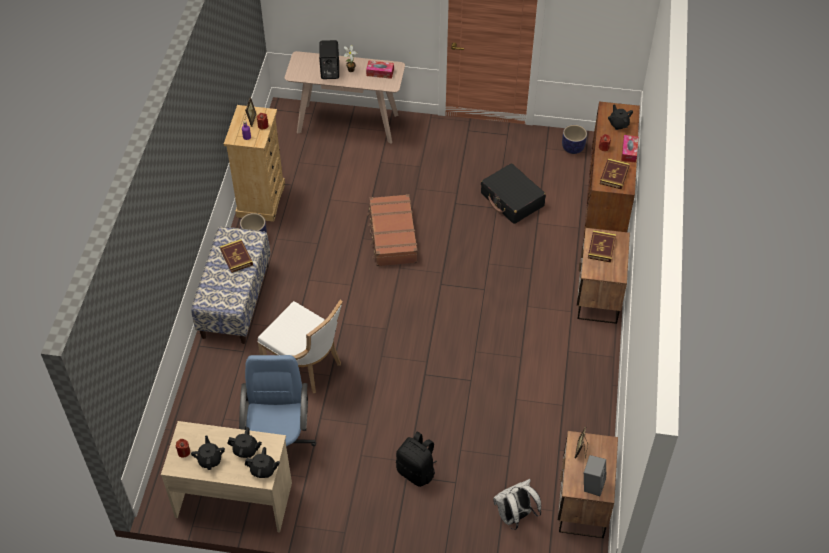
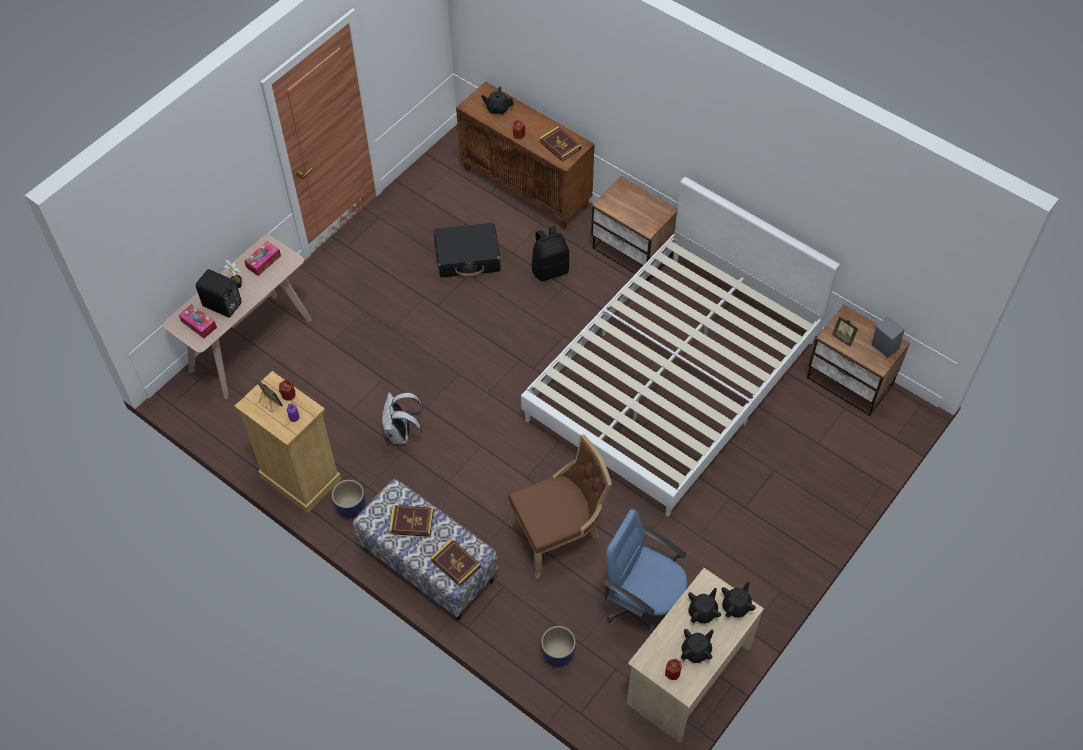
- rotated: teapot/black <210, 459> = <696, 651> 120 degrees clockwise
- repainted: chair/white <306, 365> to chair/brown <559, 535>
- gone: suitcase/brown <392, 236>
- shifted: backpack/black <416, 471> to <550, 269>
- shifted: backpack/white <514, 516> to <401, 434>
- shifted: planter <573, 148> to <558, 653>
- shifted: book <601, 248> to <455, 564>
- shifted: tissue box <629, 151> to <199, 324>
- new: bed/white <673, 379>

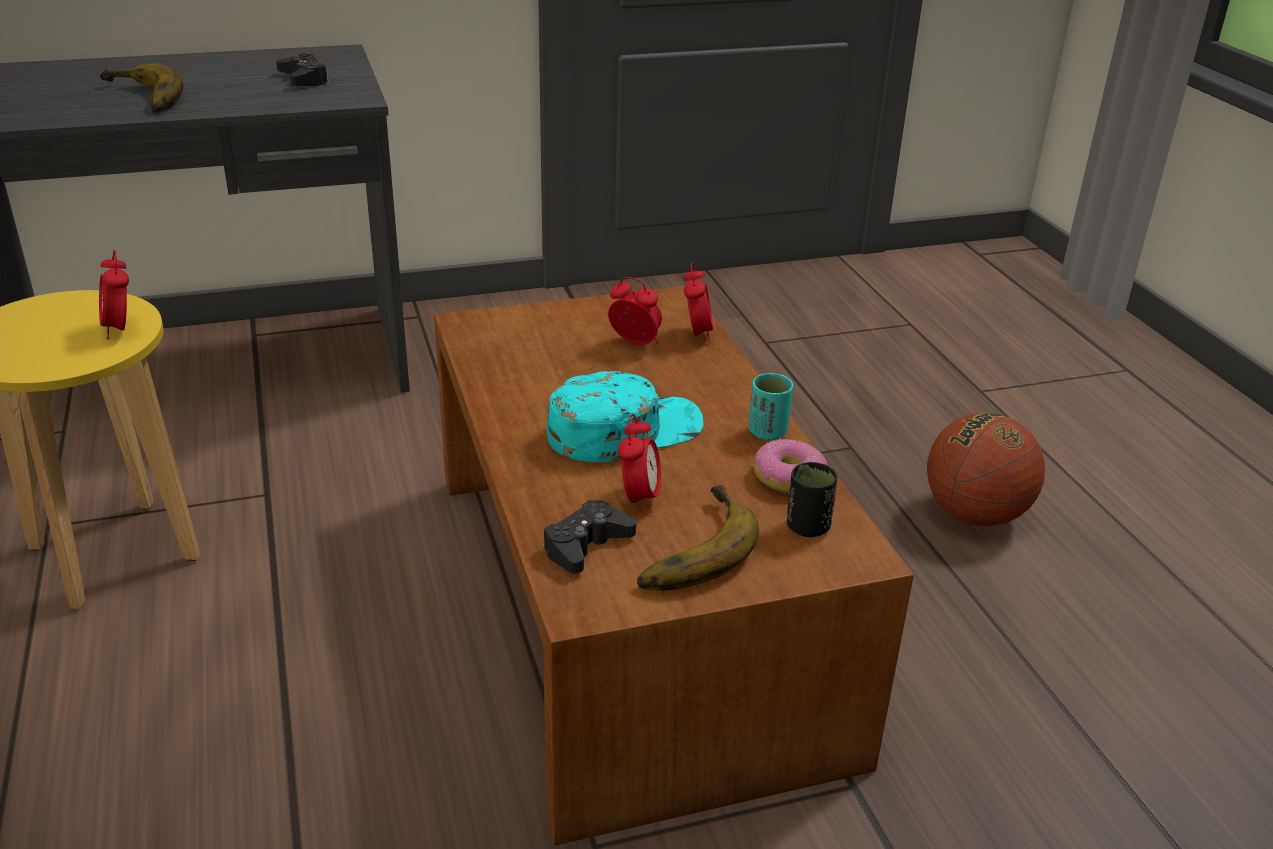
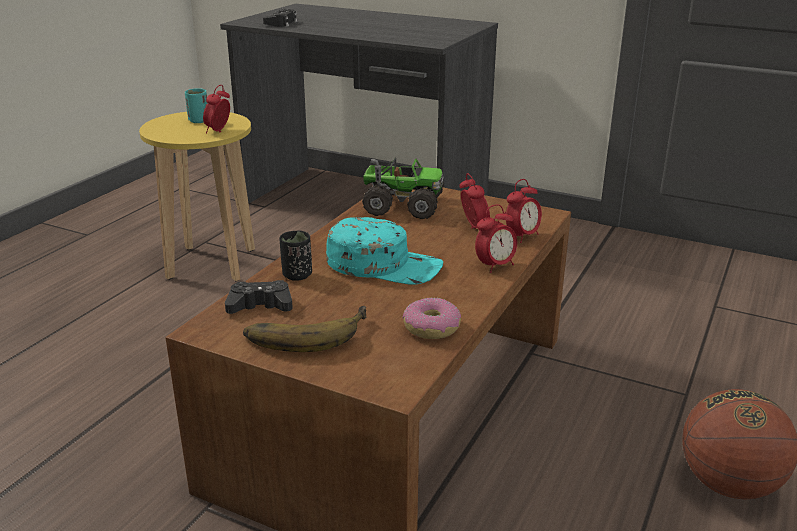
- gone: banana <139, 98>
- shifted: game controller/black <304, 79> to <281, 23>
- shifted: alarm clock <639, 499> to <495, 266>
- shifted: cup/turquoise <767, 432> to <198, 121>
- shifted: cup/black <807, 527> to <297, 275>
- new: toy truck <402, 205>

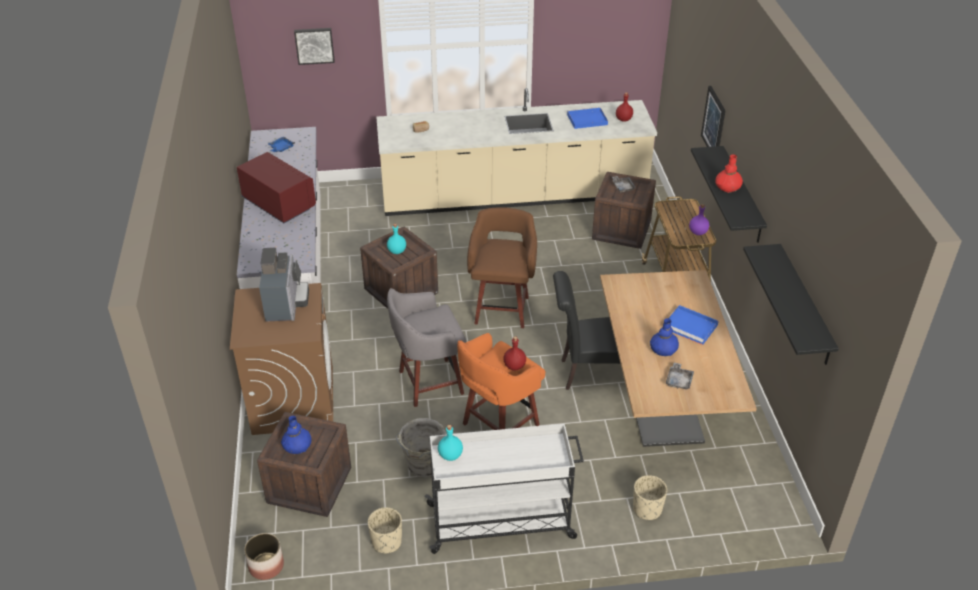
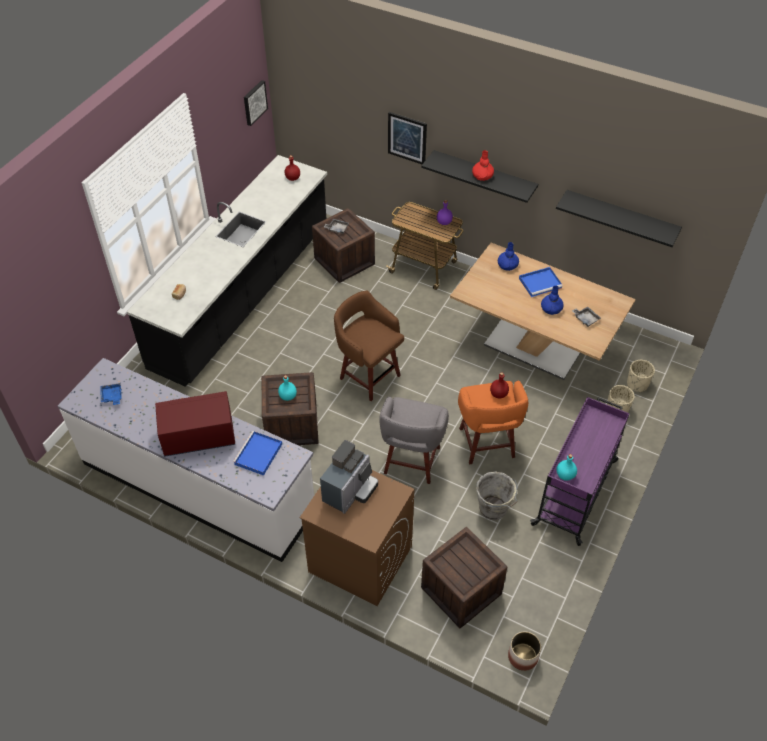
- rotated: coffee machine <286, 304> = <350, 491> 90 degrees clockwise
- shifted: vase/blue <297, 446> to <507, 265>
- shifted: picture <314, 45> to <254, 102>
- shifted: planter/beige <386, 542> to <637, 384>
- repainted: counter/beige <513, 196> to counter/black <243, 295>
- repainted: cart/white <502, 521> to cart/purple <576, 491>
- gone: chair/black <590, 373>
- shifted: tray/blue <586, 120> to <258, 455>

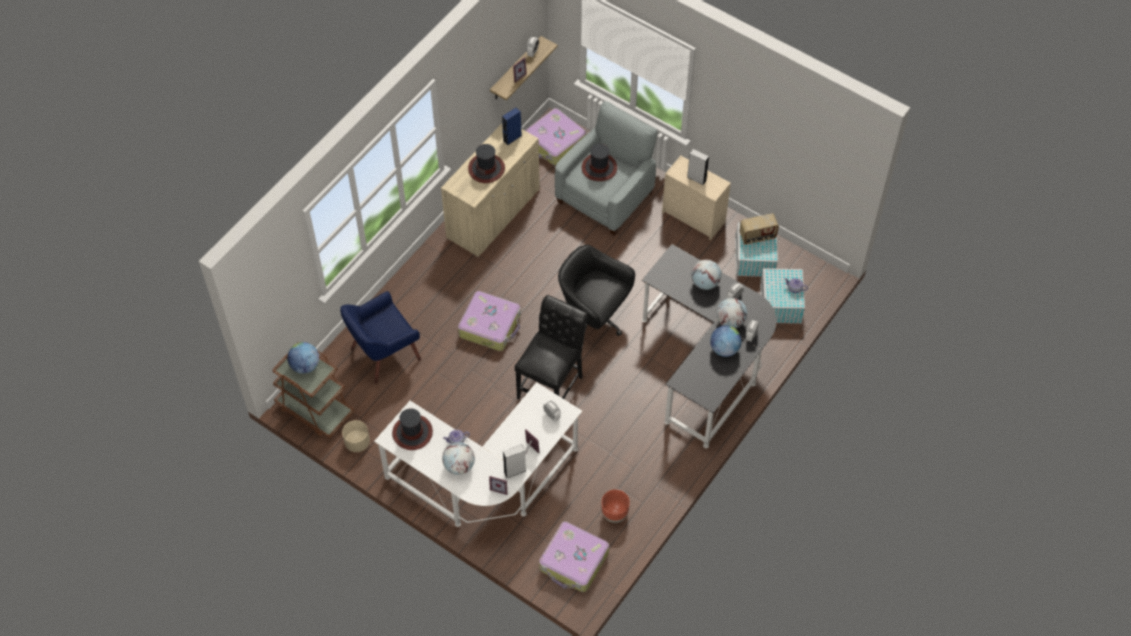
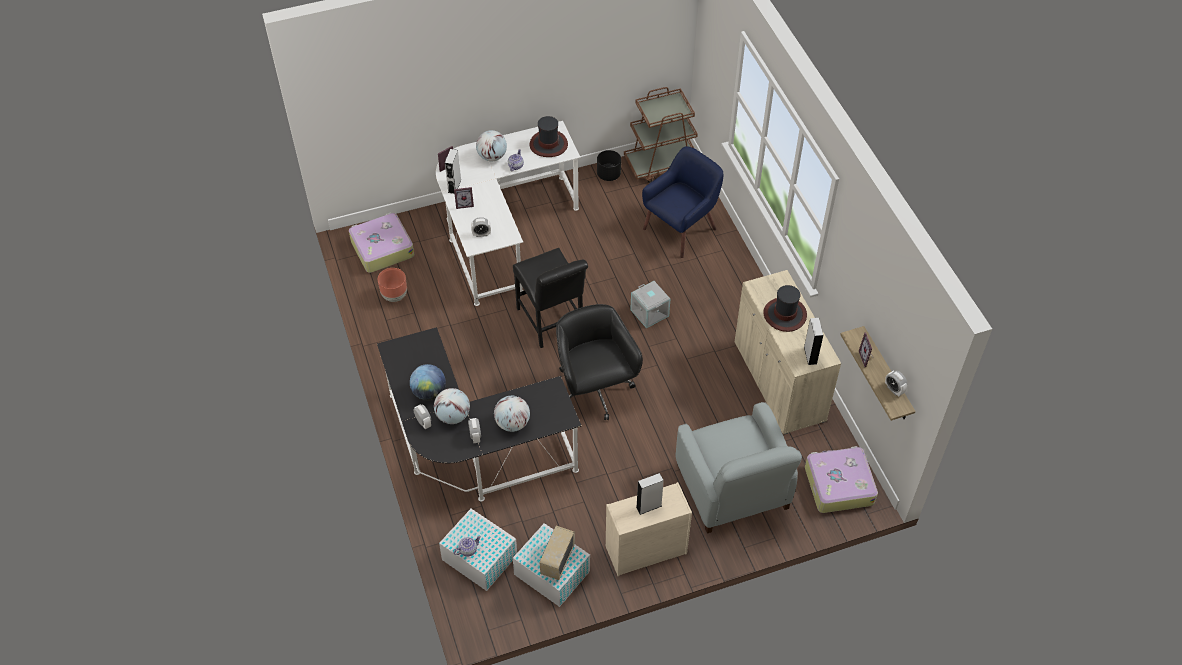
- gone: globe <305, 366>
- rotated: armchair/blue <384, 354> = <681, 229> 45 degrees clockwise
- repainted: planter/beige <357, 443> to planter/black <608, 174>
- swapped: suitcase <490, 325> to storage box/grey <650, 313>
- repainted: speaker/blue <512, 138> to speaker/grey <810, 355>
- rotated: office chair/black <593, 319> = <594, 391> 90 degrees counterclockwise
- gone: hat <599, 167>

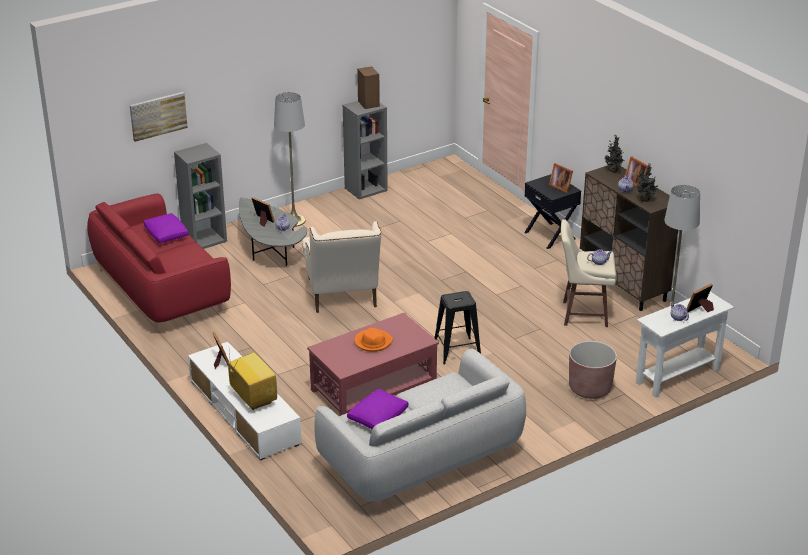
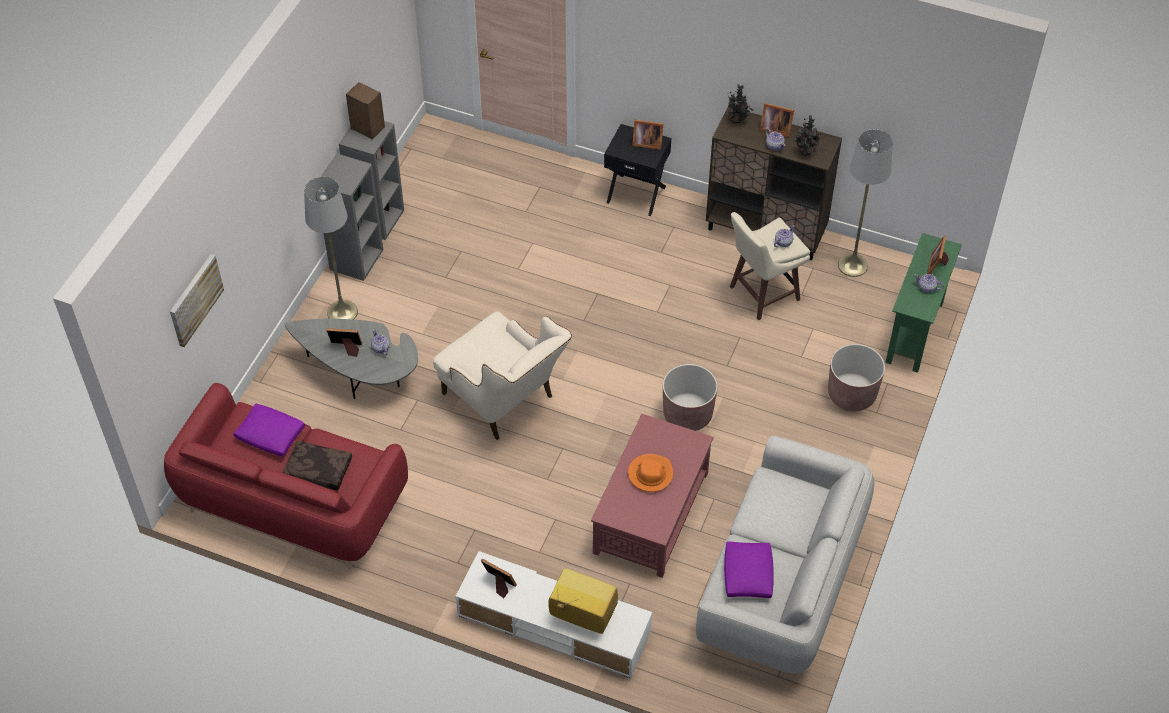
- shifted: bookcase/grey <204, 239> to <356, 259>
- swapped: stool/black <457, 351> to planter/brown <687, 414>
- repainted: console table/white <677, 376> to console table/green <914, 332>
- new: pillow/brown <317, 471>

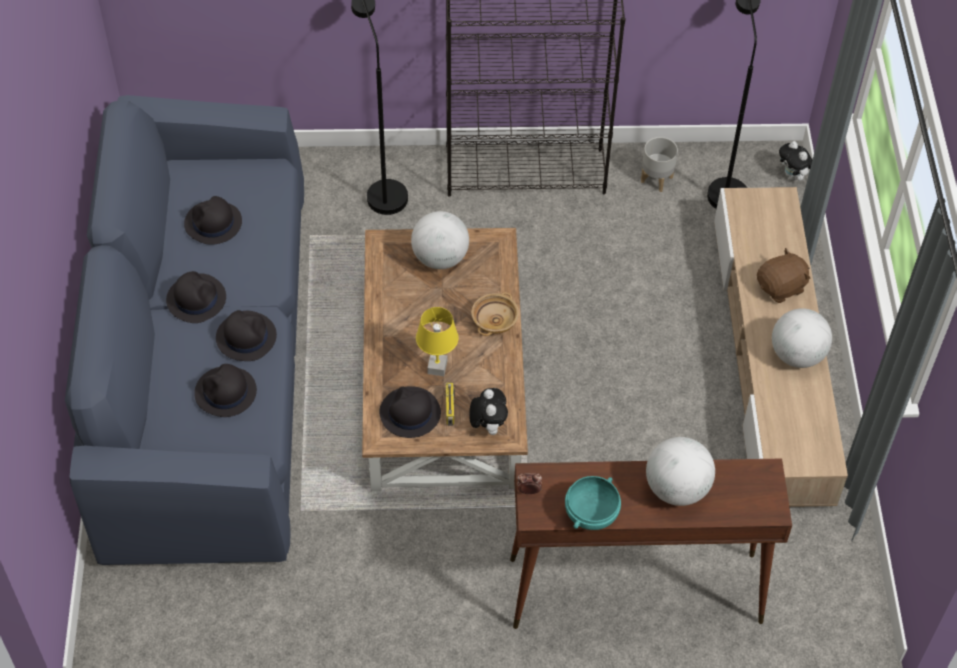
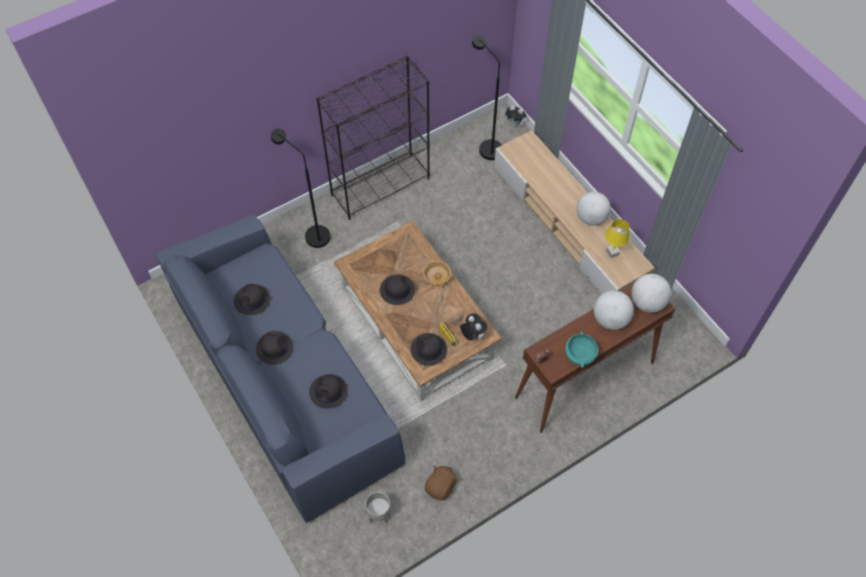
- shifted: hat/black <246, 336> to <397, 290>
- shifted: globe <440, 258> to <647, 303>
- shifted: table lamp/yellow <437, 367> to <612, 252>
- shifted: planter/grey <656, 179> to <378, 514>
- shifted: plush toy/brown <781, 287> to <441, 487>

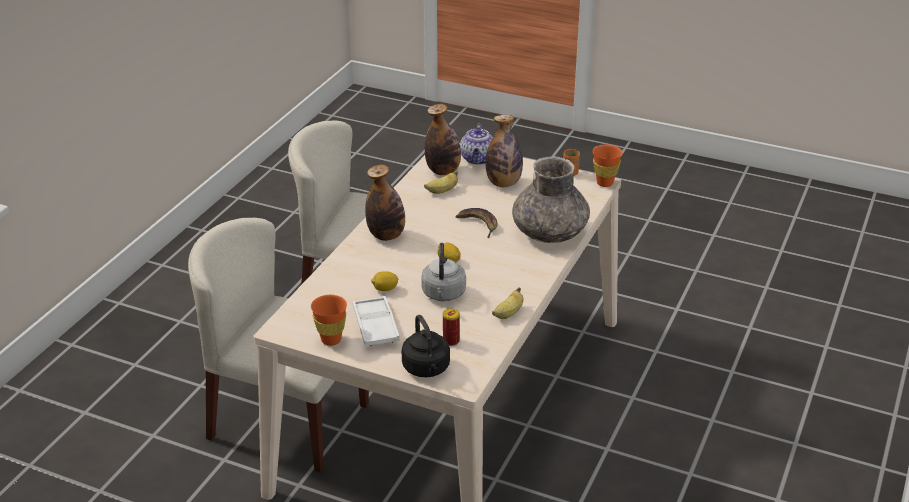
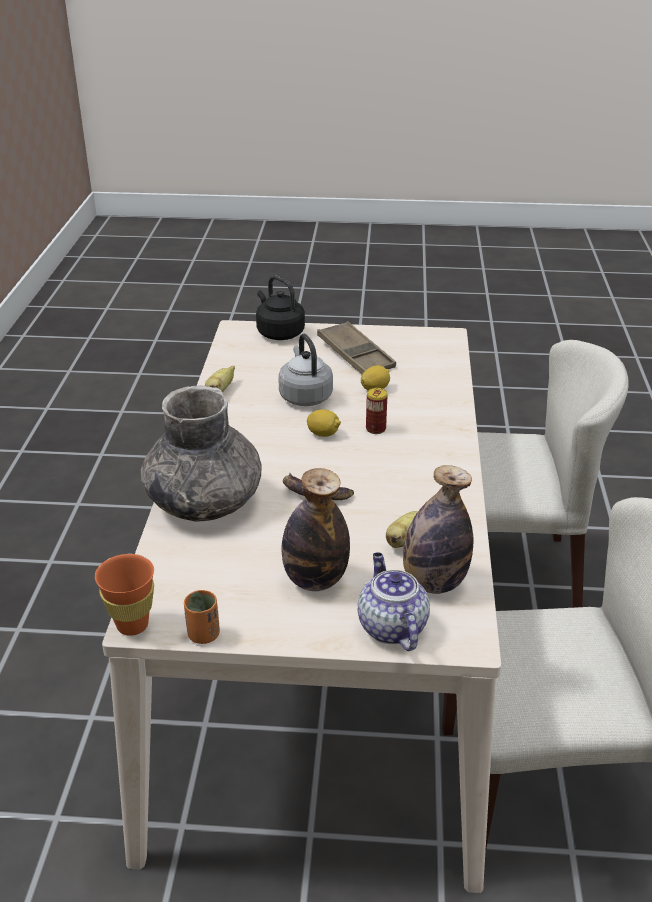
- gone: cup/orange <331, 340>
- repainted: tray/white <375, 326> to tray/brown <355, 355>
- gone: bottle <386, 235>
- shifted: can <451, 341> to <375, 429>

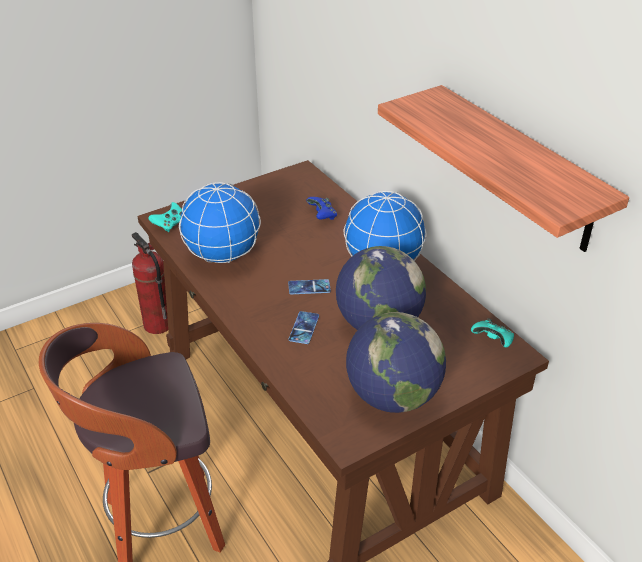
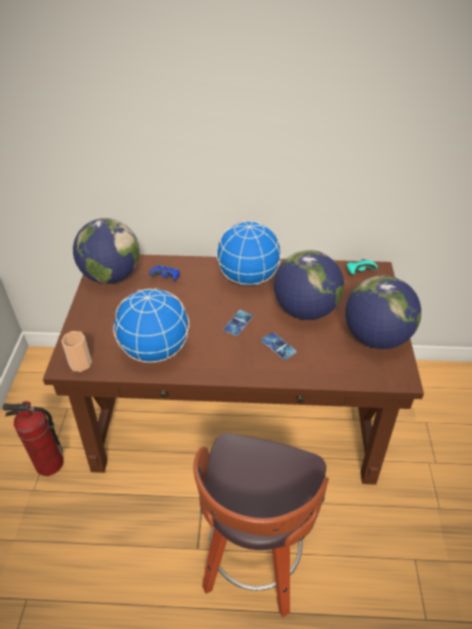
- swapped: game controller/turquoise <170, 224> to cup <80, 363>
- gone: shelf <519, 169>
- new: globe <111, 276>

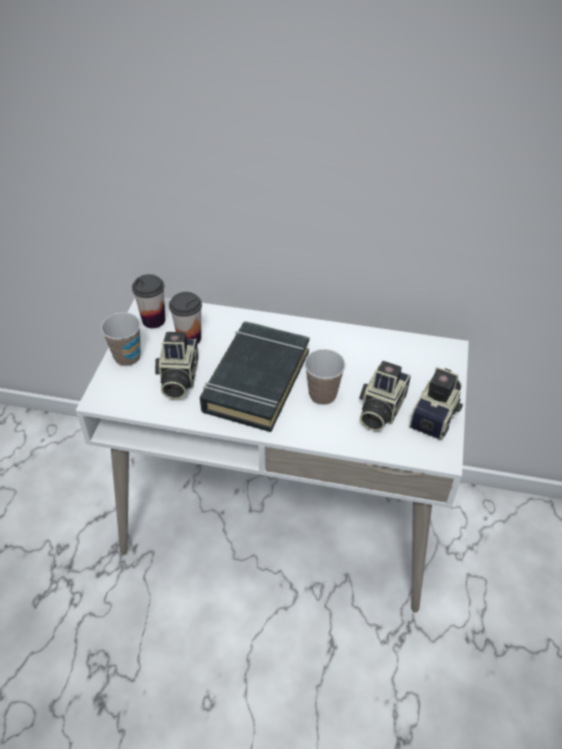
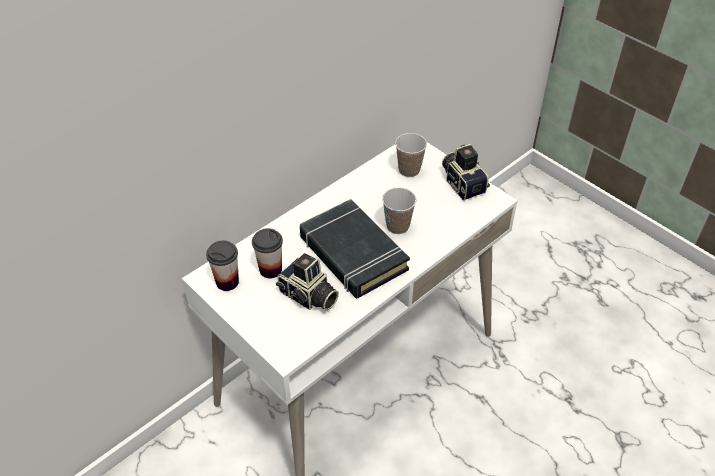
- shifted: cup <127, 357> to <409, 170>
- gone: photo camera <379, 409>

